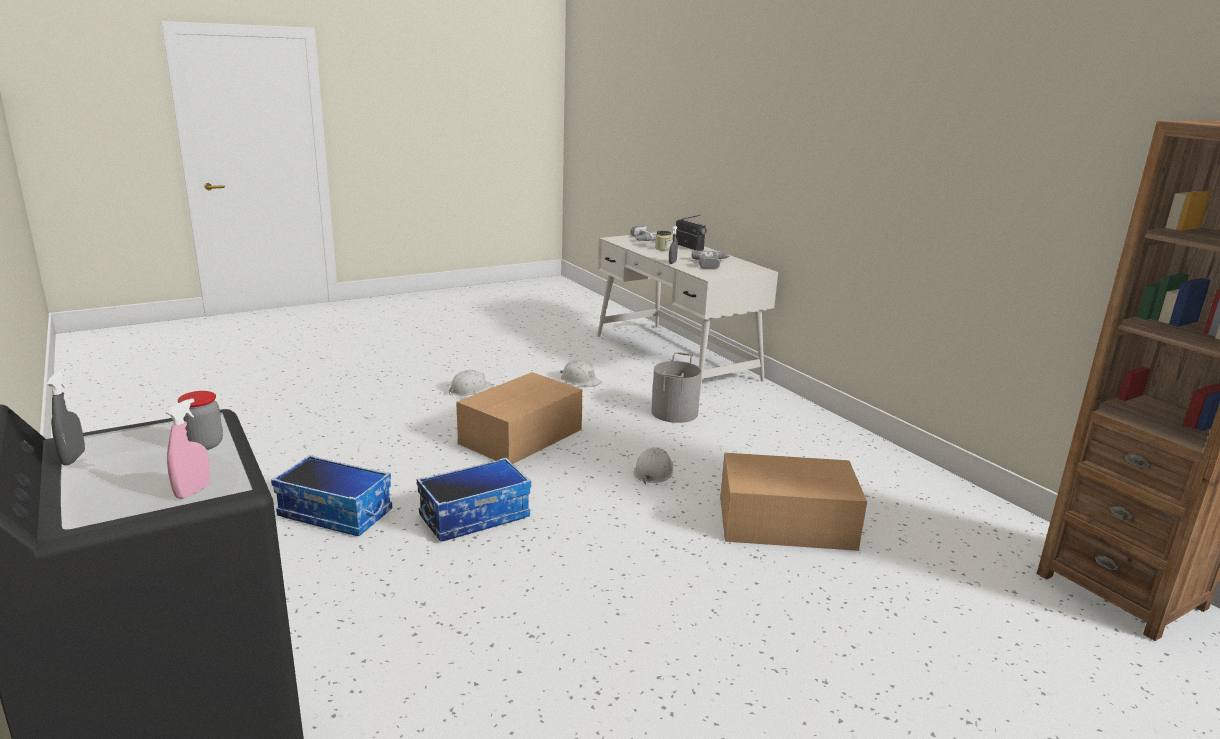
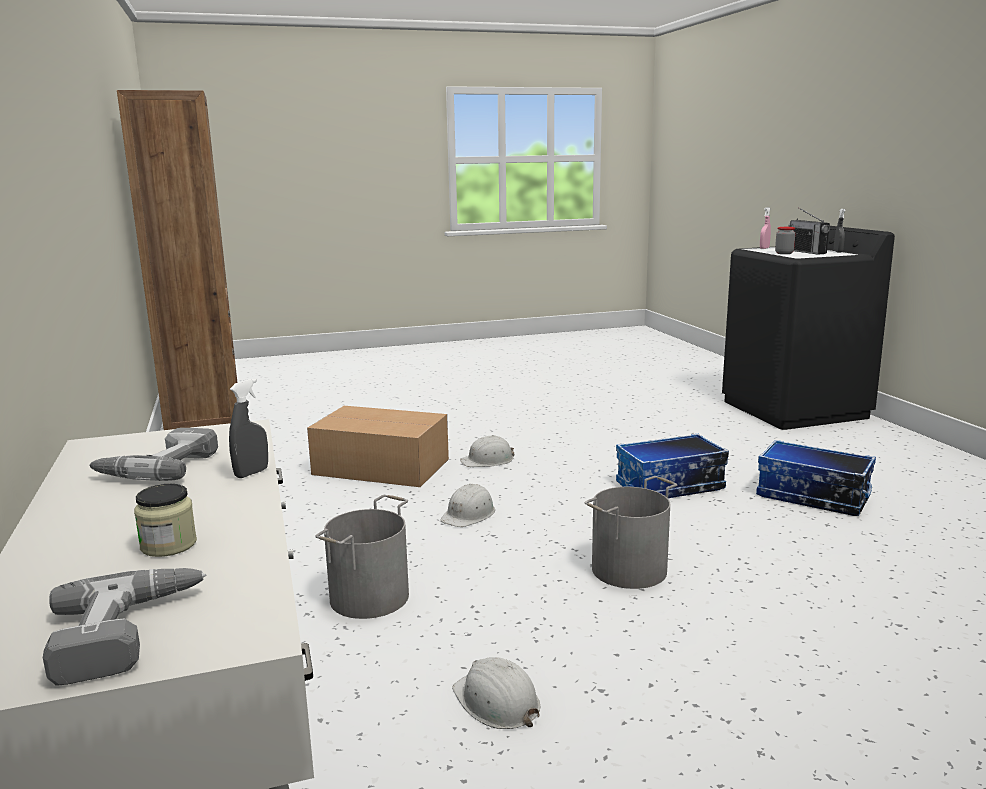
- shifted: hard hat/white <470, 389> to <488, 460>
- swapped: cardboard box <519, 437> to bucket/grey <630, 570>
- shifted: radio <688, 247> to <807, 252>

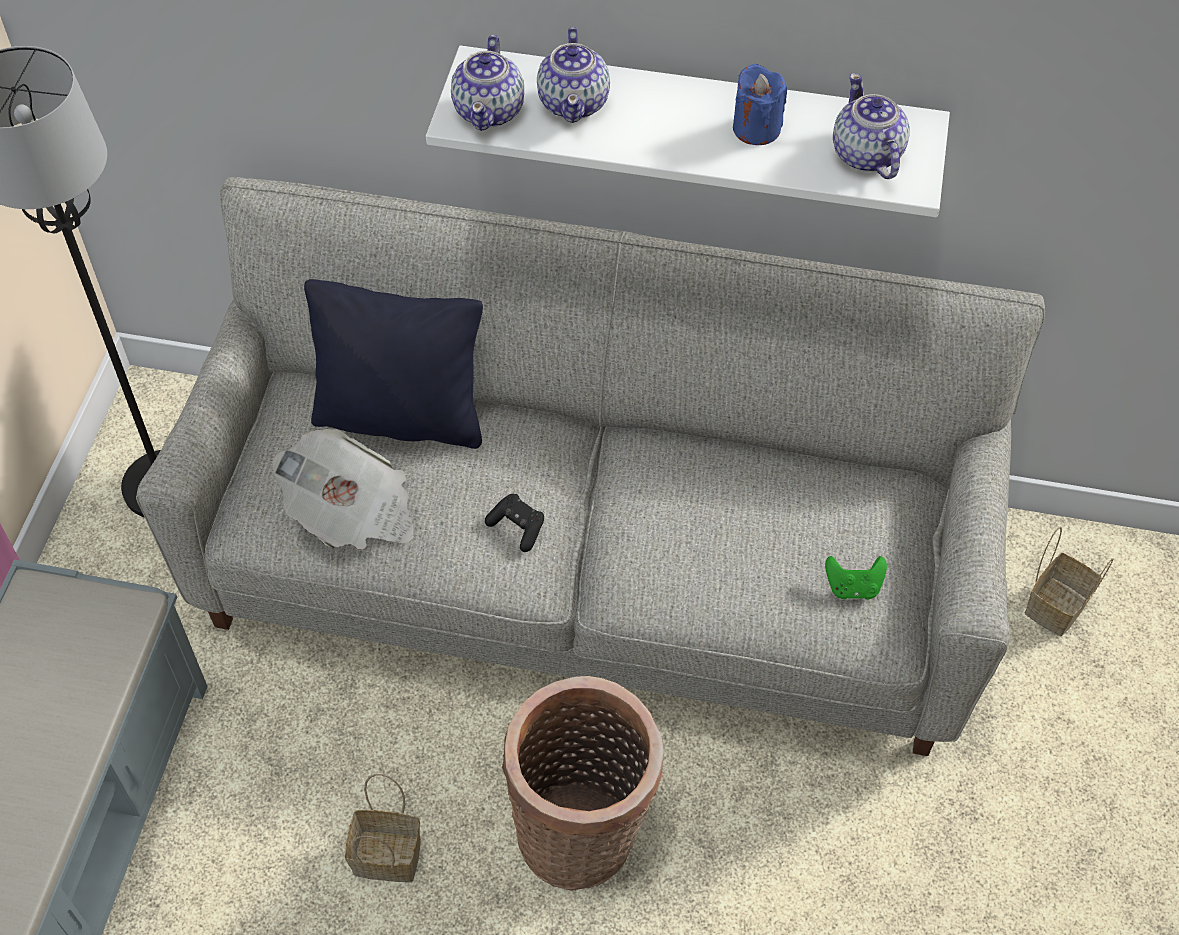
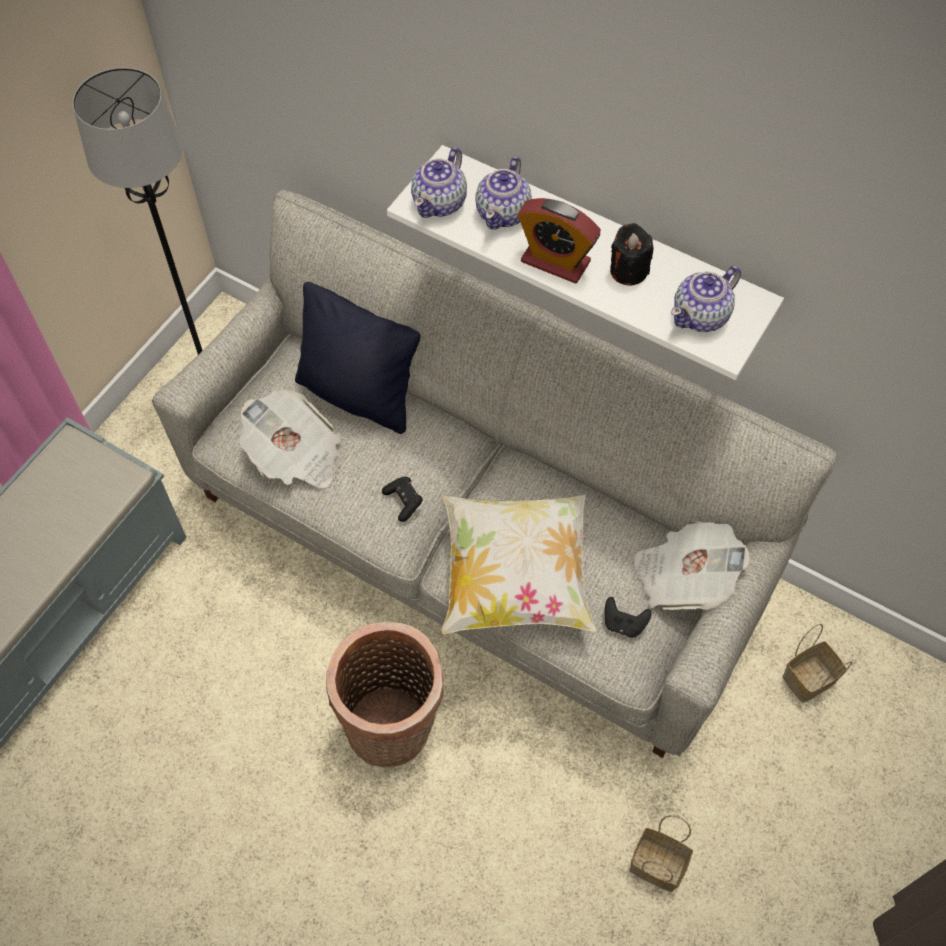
- shifted: basket <389, 855> to <659, 865>
- repainted: candle/blue <756, 128> to candle/black <628, 271>
- repainted: game controller/green <853, 587> to game controller/black <623, 624>
- rotated: teapot <866, 155> = <701, 316> 135 degrees counterclockwise
- new: pillow <515, 578>
- new: alarm clock <555, 261>
- new: newspaper <684, 577>

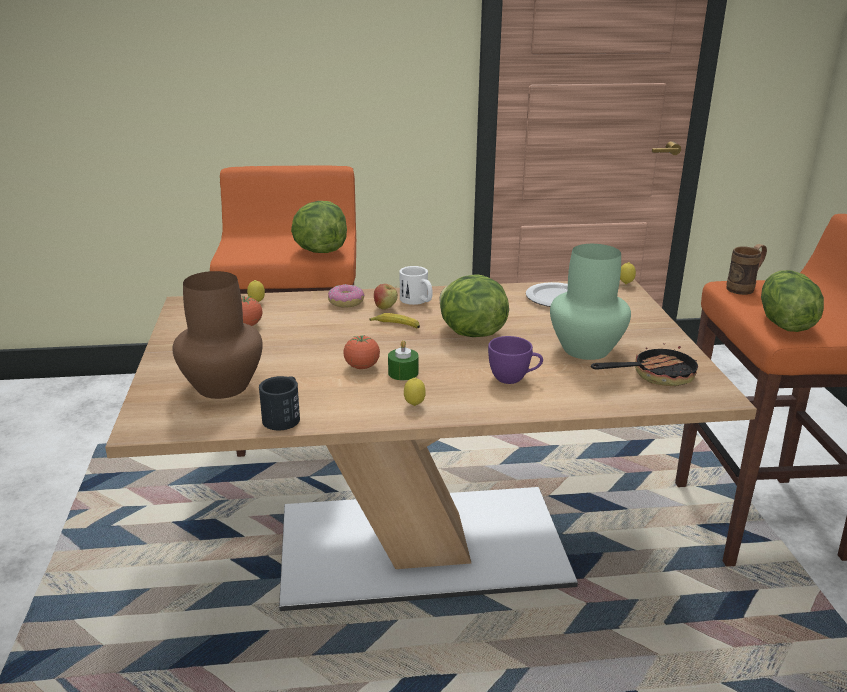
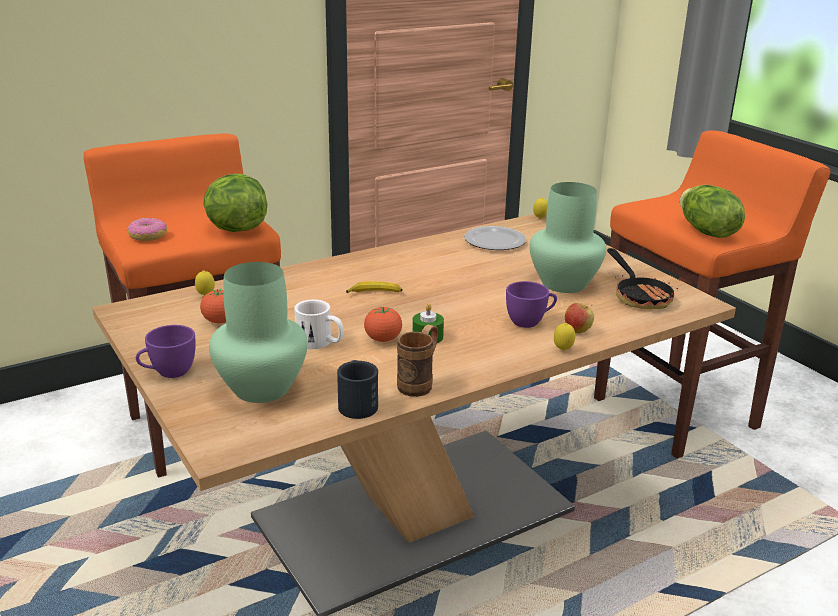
- repainted: vase/brown <224, 386> to vase/green <263, 388>
- shifted: donut <346, 302> to <148, 236>
- shifted: apple <385, 308> to <577, 331>
- shifted: mug/white <417, 301> to <320, 343>
- shifted: lemon <414, 405> to <563, 350>
- gone: lettuce <470, 333>
- rotated: frying pan <655, 376> = <639, 296> 120 degrees clockwise
- shifted: mug/brown <744, 288> to <420, 383>
- new: cup/purple <168, 373>

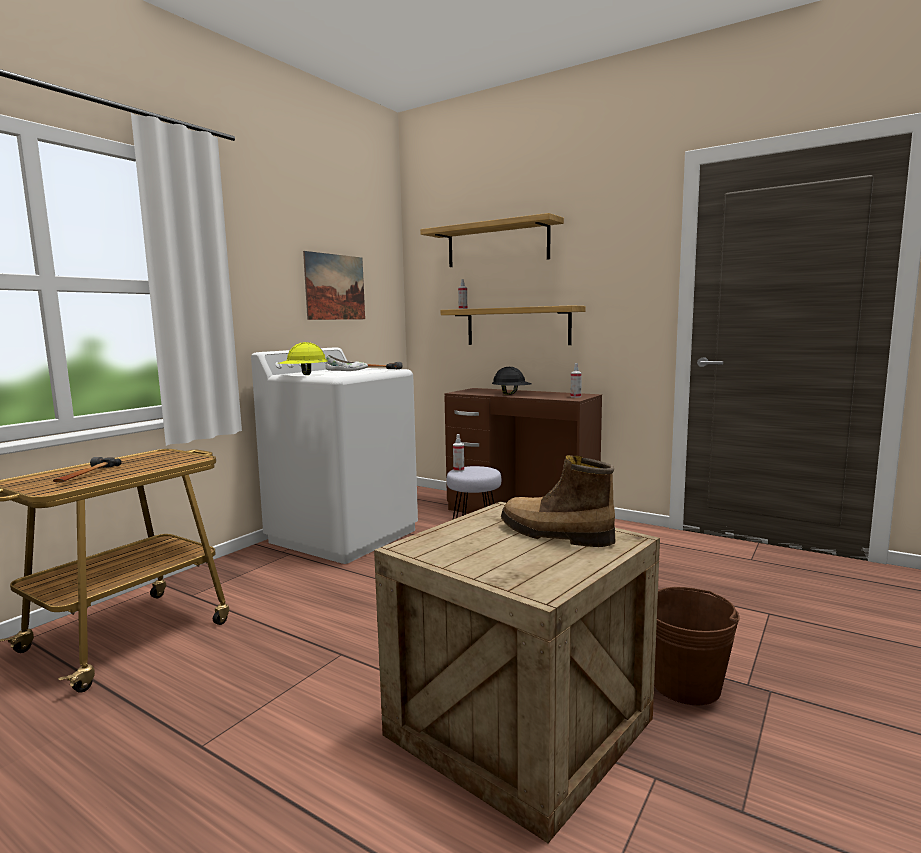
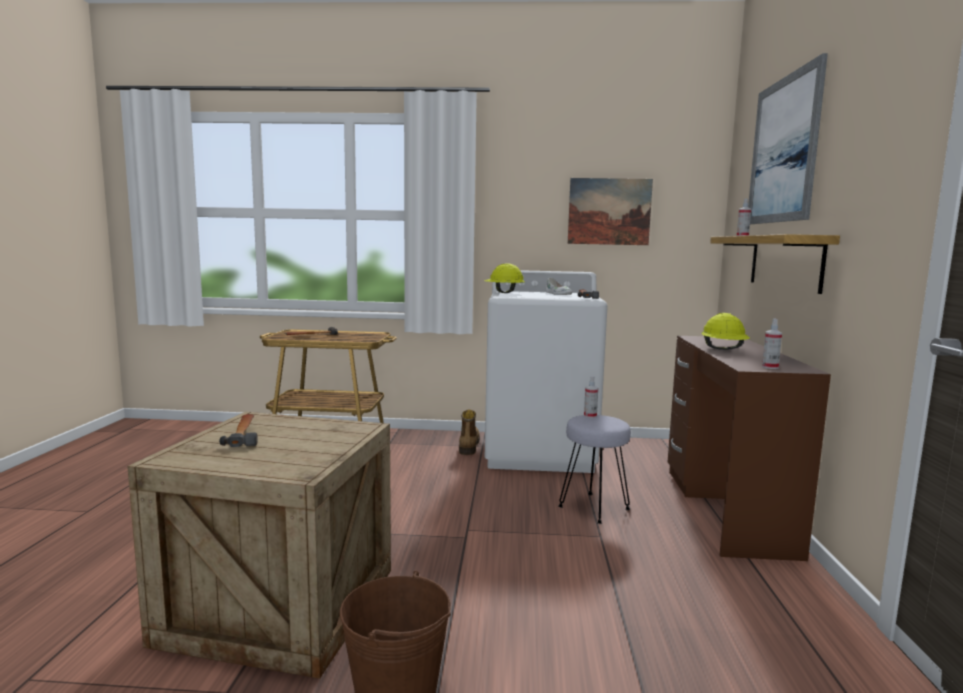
- swapped: shelf <497, 244> to picture <783, 150>
- repainted: hard hat/black <511, 394> to hard hat/yellow <724, 349>
- shifted: boot <554, 535> to <468, 446>
- new: hammer <244, 434>

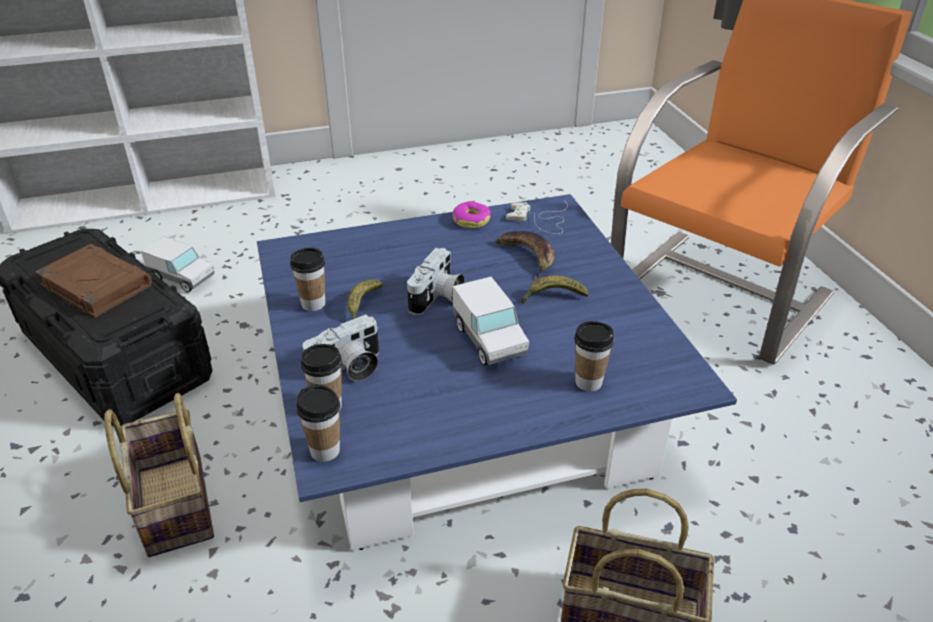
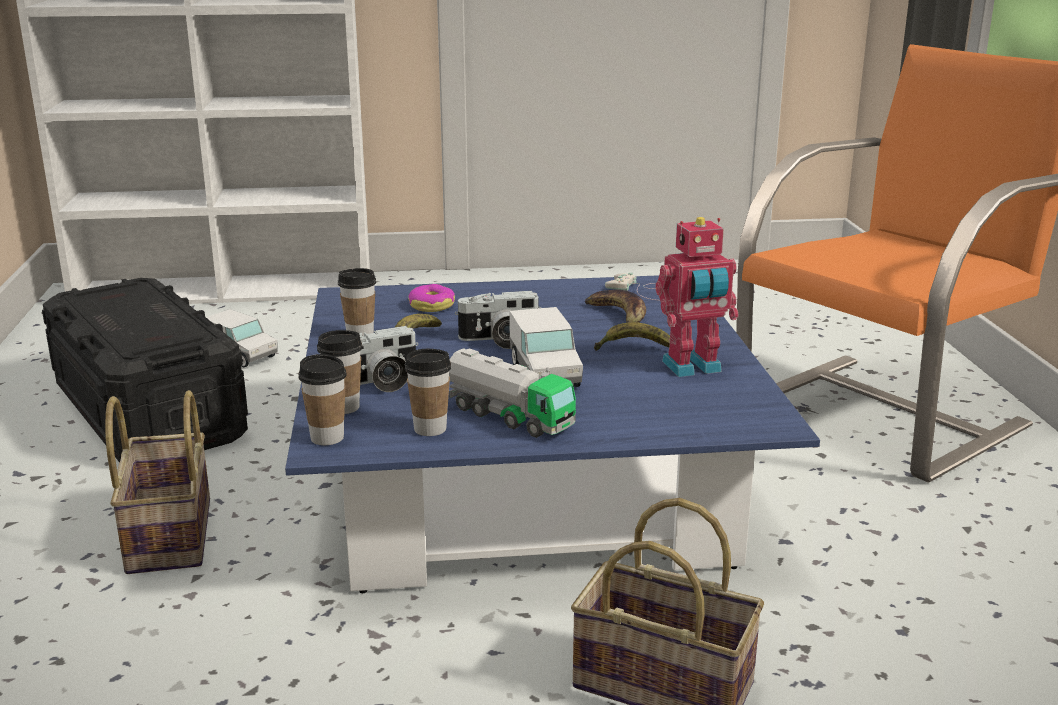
- gone: book/brown <95, 285>
- rotated: photo camera <438, 298> = <500, 340> 45 degrees clockwise
- shifted: donut <471, 220> to <431, 306>
- shifted: cup <588, 382> to <430, 429>
- new: toy truck <508, 416>
- new: toy robot <693, 368>

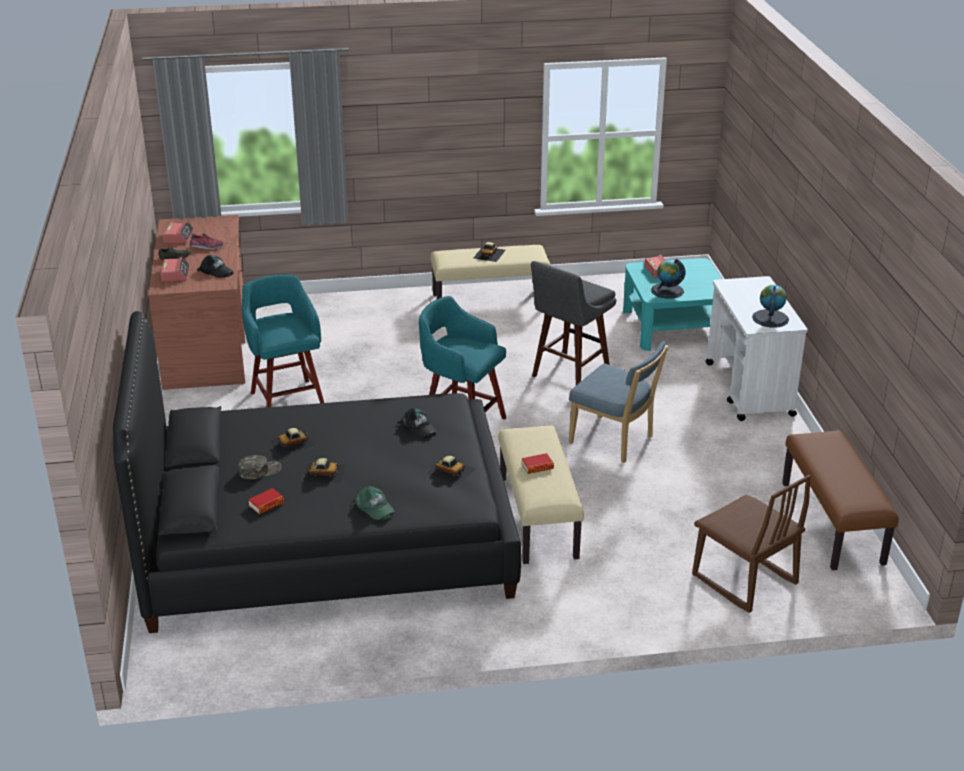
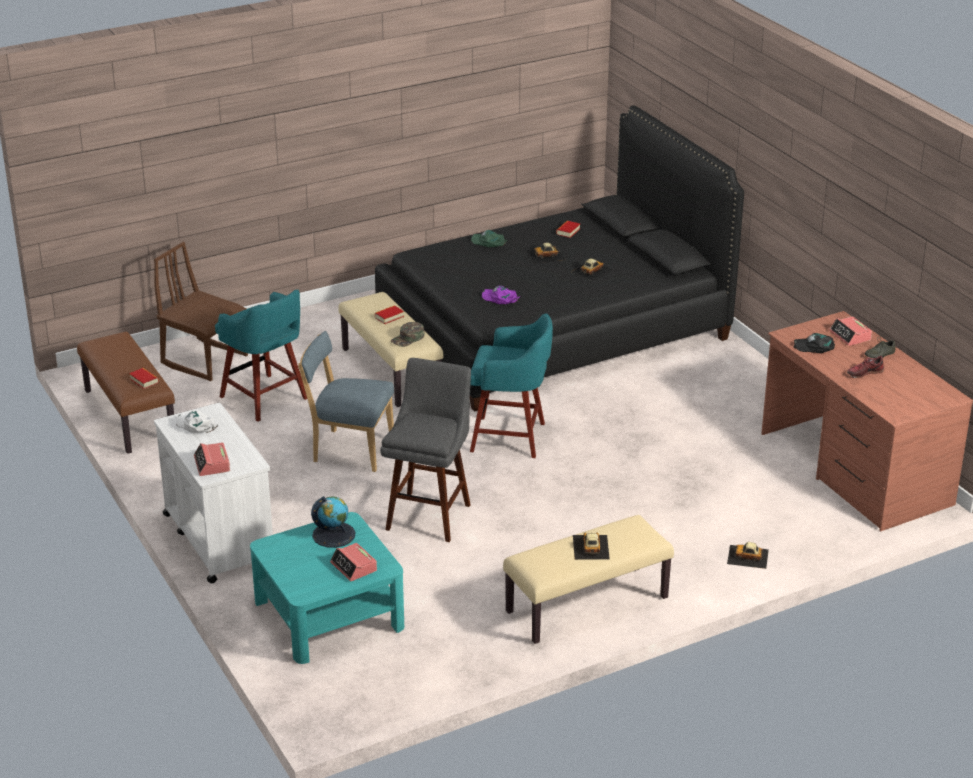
- shifted: alarm clock <179, 237> to <212, 464>
- shifted: cap/green <260, 470> to <408, 338>
- shifted: stool/turquoise <287, 399> to <265, 399>
- repainted: cap/black <418, 428> to cap/purple <500, 298>
- shifted: toy car <450, 470> to <748, 556>
- swapped: globe <770, 318> to cap/white <196, 425>
- new: book <144, 381>

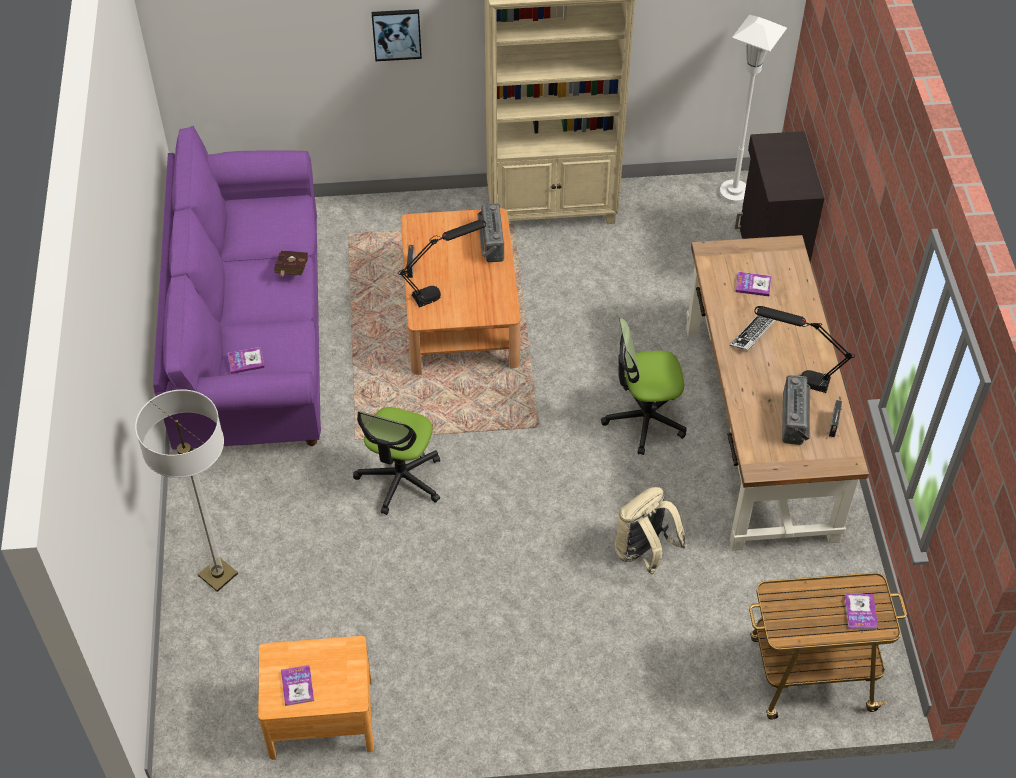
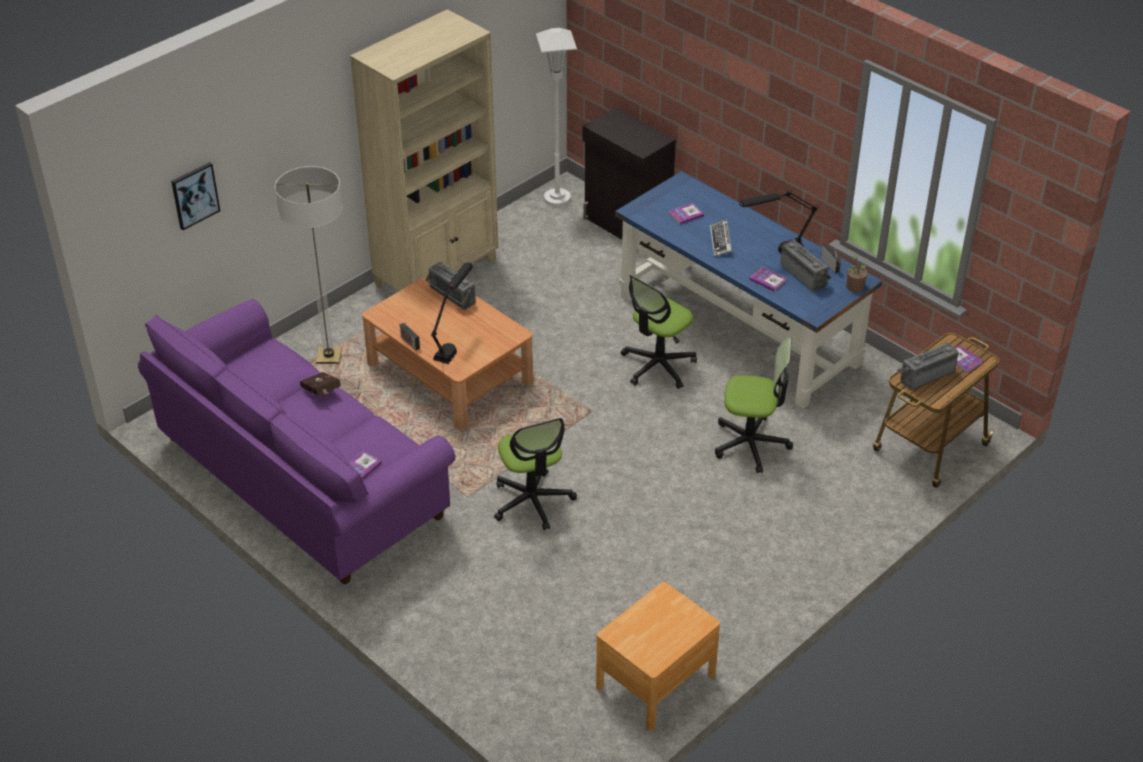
- shifted: floor lamp <218, 575> to <329, 357>
- shifted: book <297, 686> to <767, 280>
- shifted: picture <396, 34> to <194, 195>
- swapped: backpack/beige <644, 553> to office chair <751, 444>
- repainted: desk/brown <759, 430> to desk/blue <739, 330>
- new: potted plant <854, 288>
- new: radio <925, 374>

